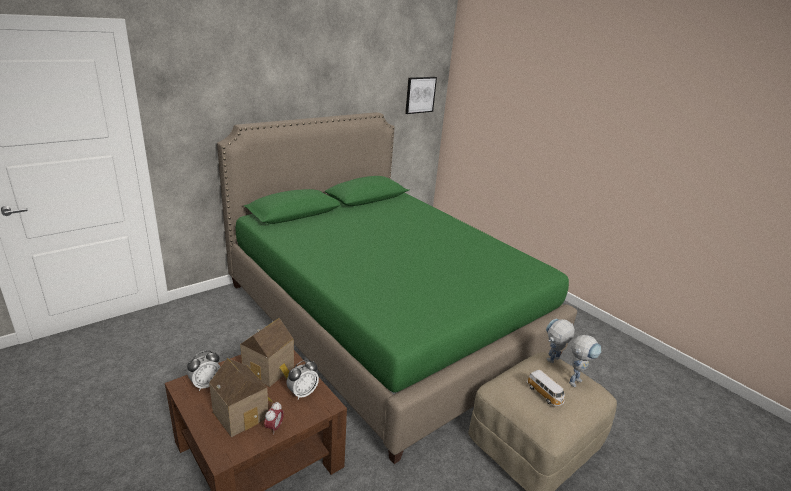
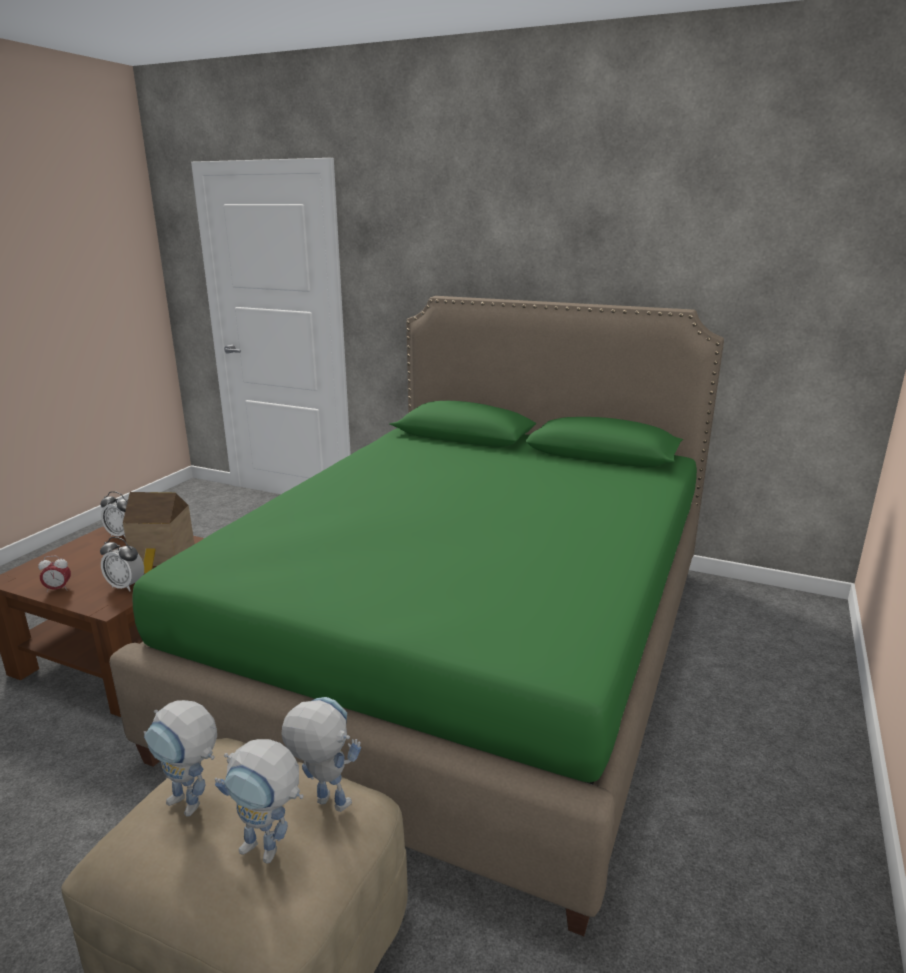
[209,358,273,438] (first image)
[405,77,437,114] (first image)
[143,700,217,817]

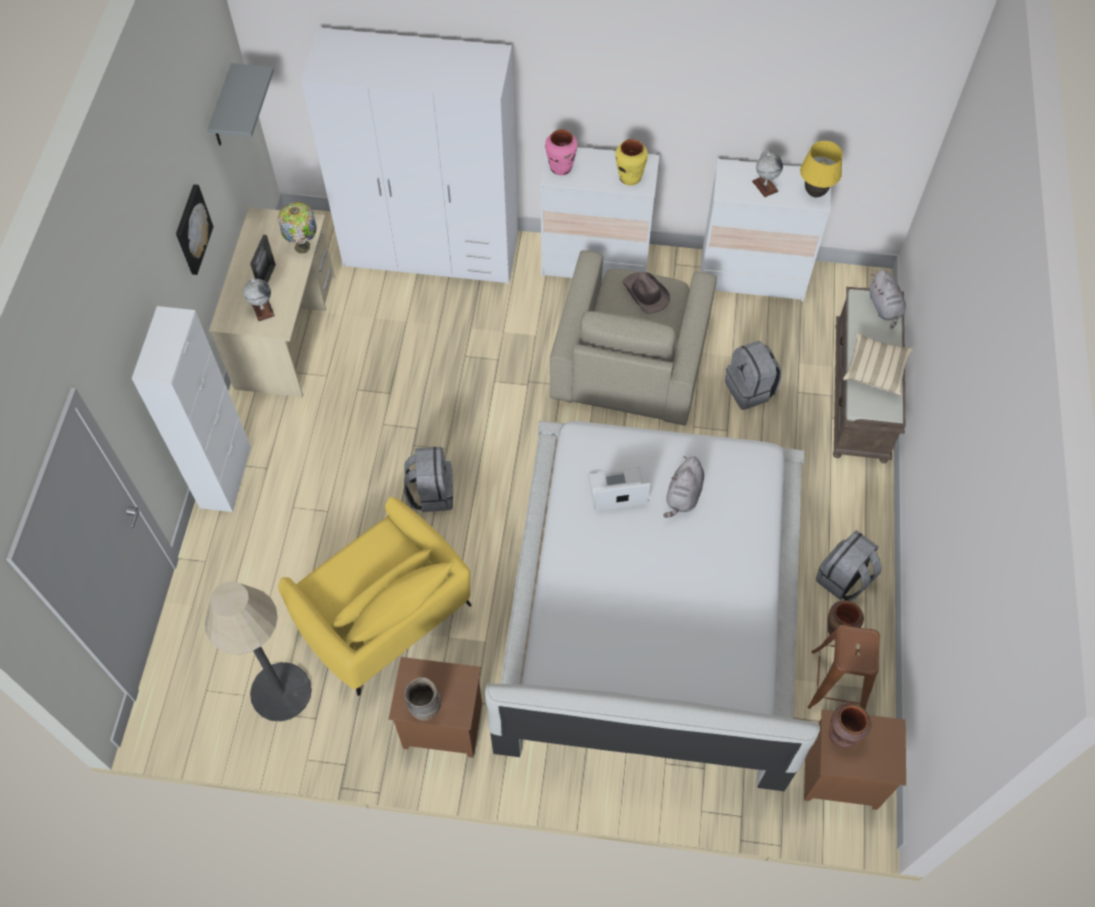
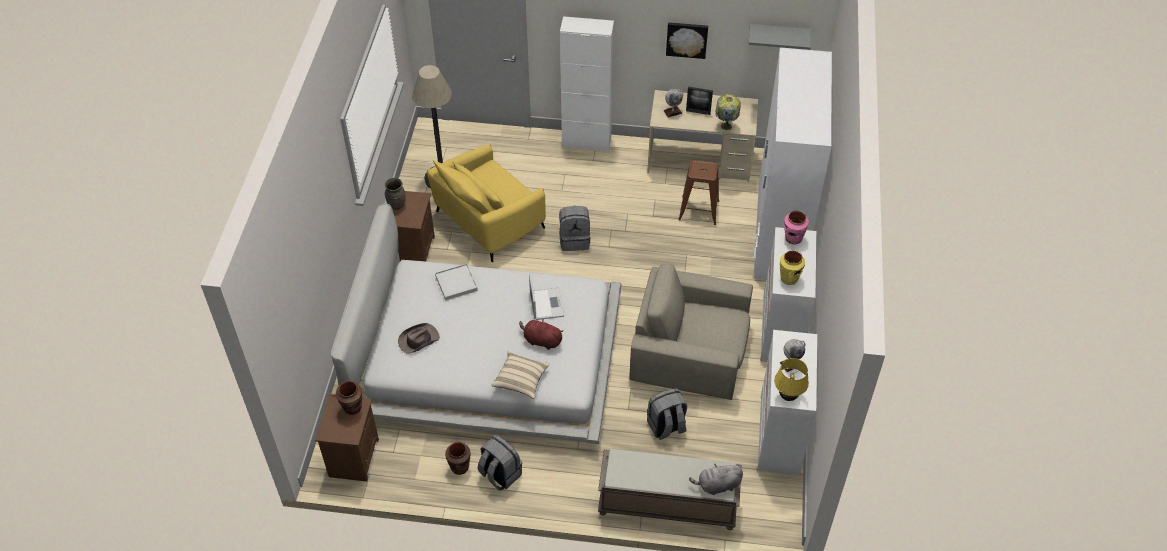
[398,323,440,354]
[519,318,564,350]
[678,160,719,225]
[491,351,550,399]
[435,264,478,300]

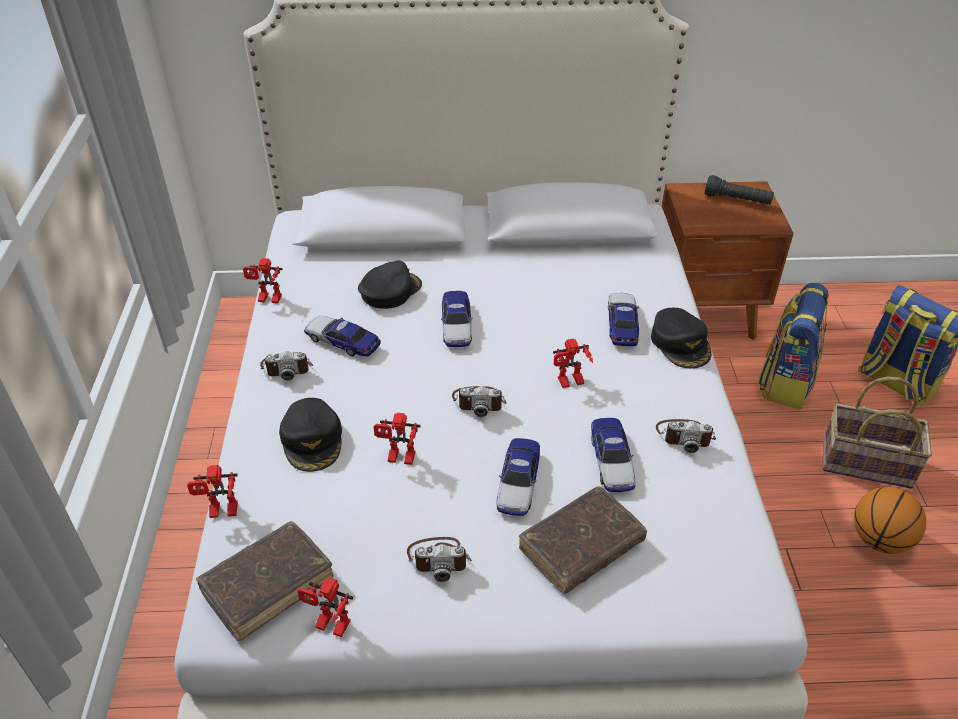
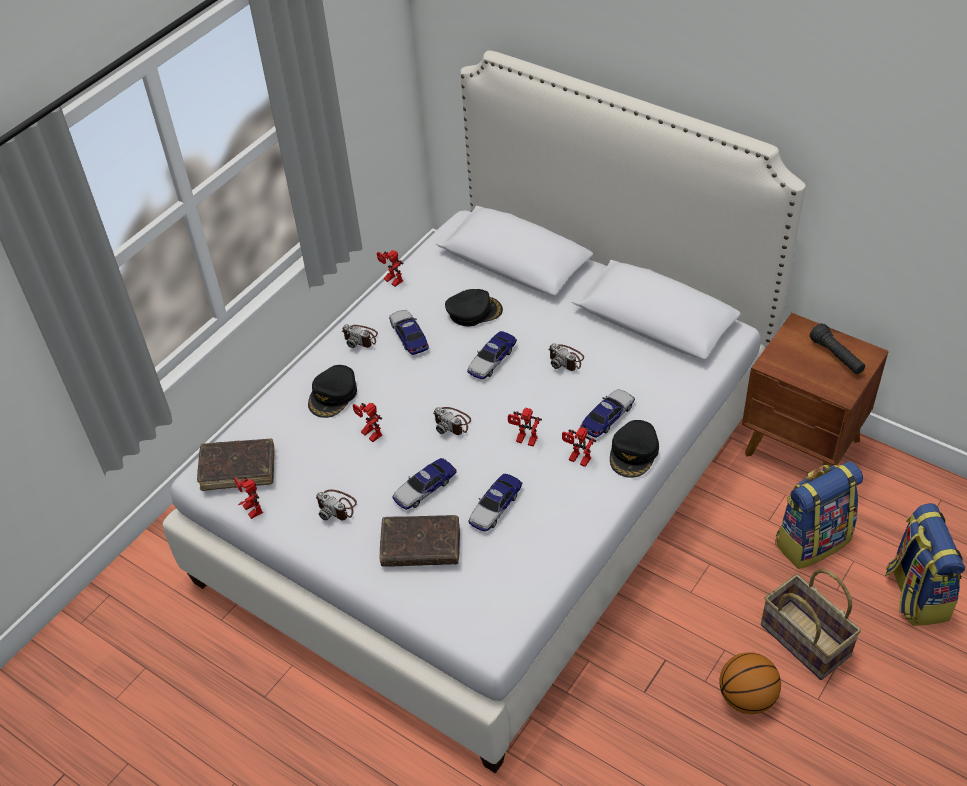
[562,427,596,467]
[548,343,584,371]

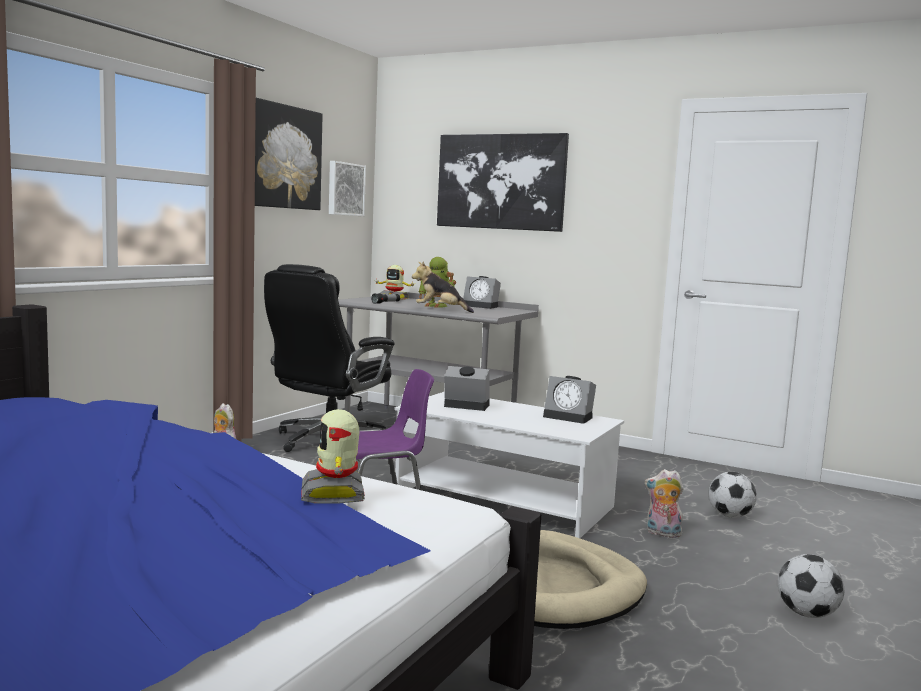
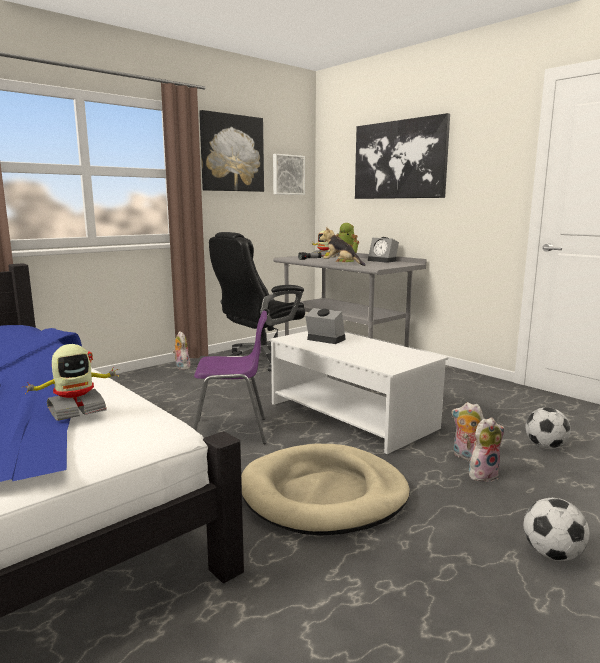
[22,344,118,421]
[543,376,596,424] (first image)
[469,418,505,482]

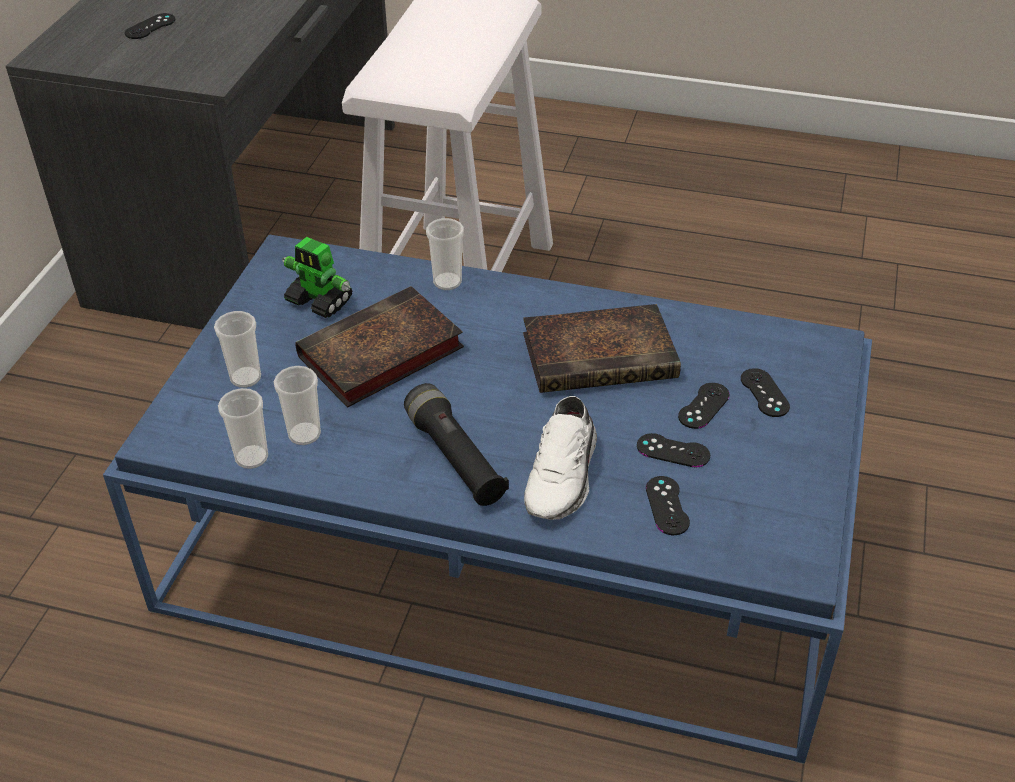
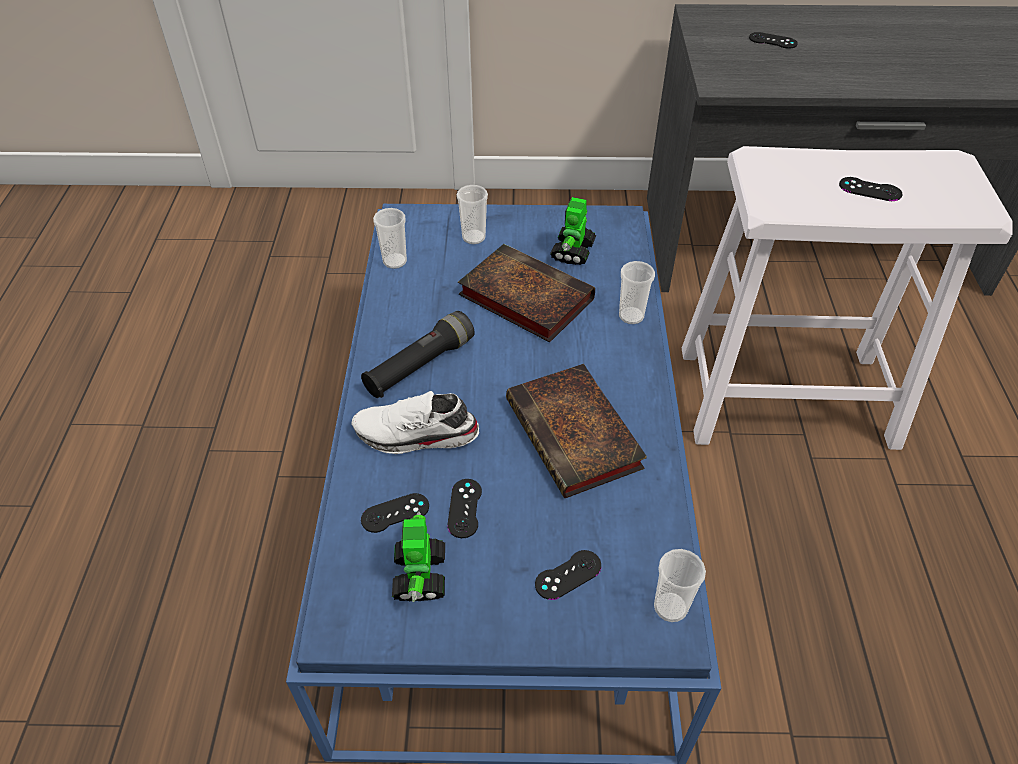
[654,549,706,622]
[839,177,902,201]
[392,511,445,602]

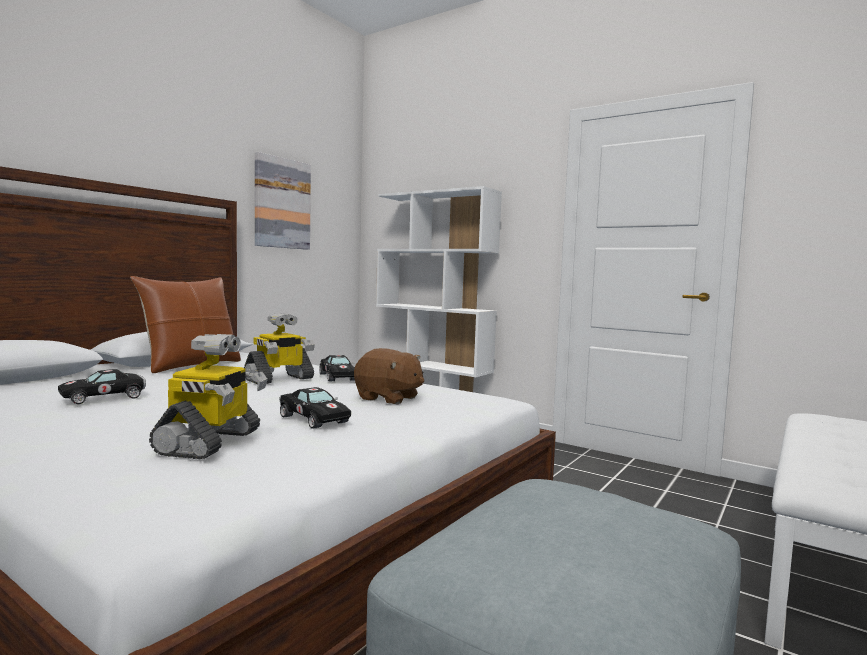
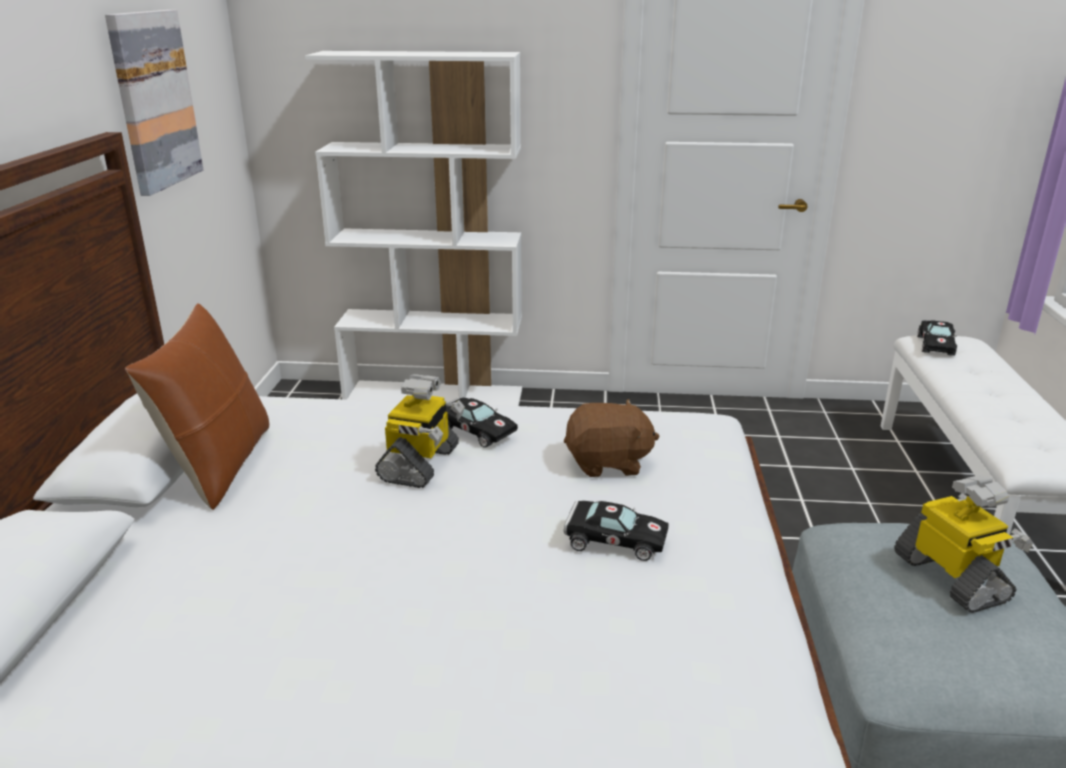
[917,320,957,356]
[894,475,1033,613]

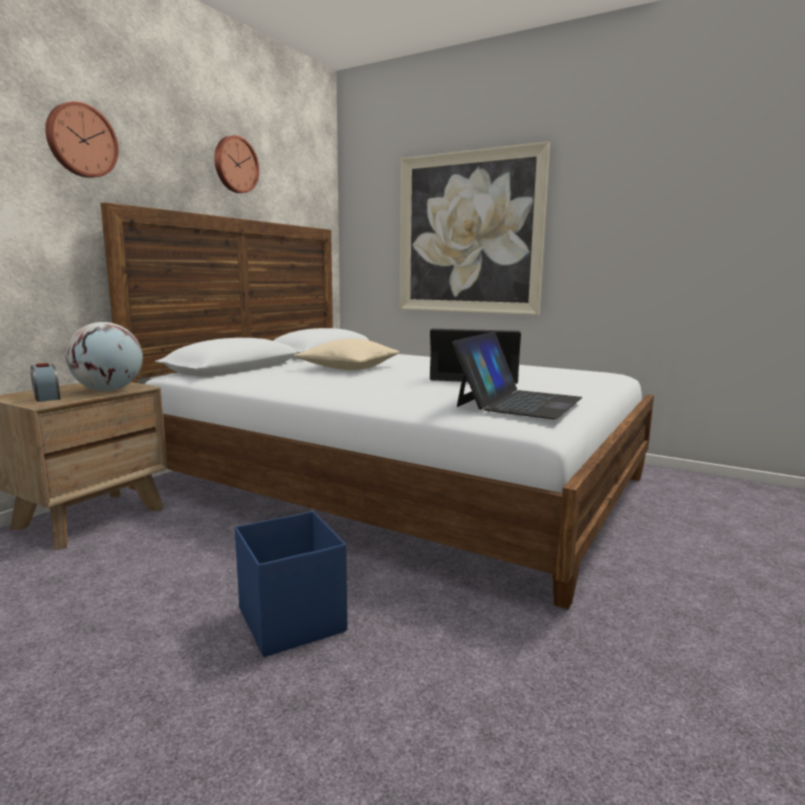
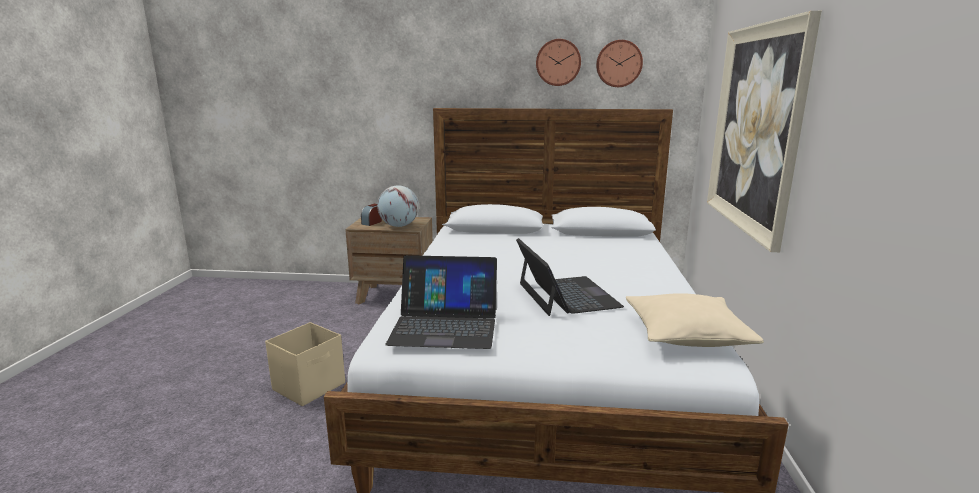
[596,40,643,87]
[265,322,345,406]
[626,293,764,347]

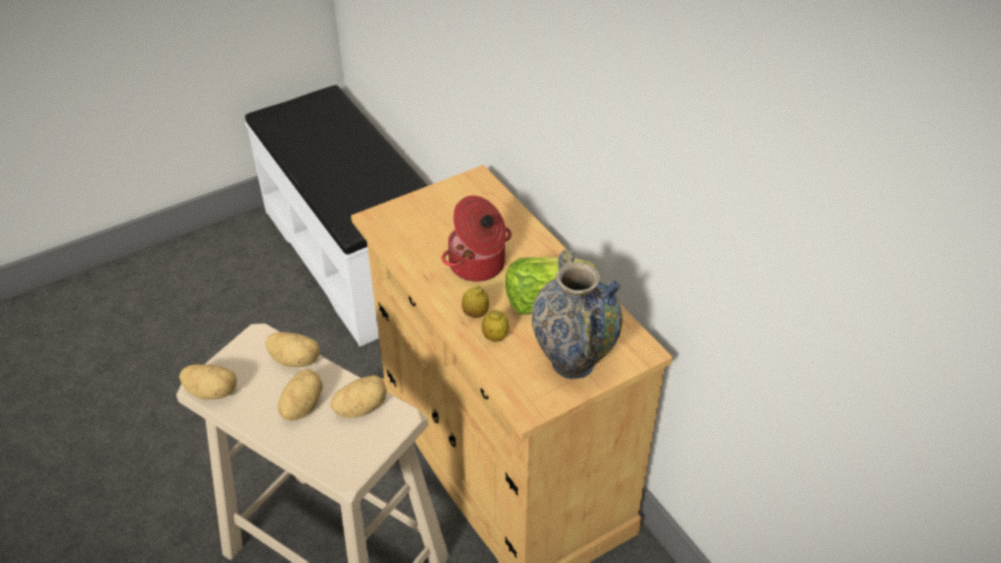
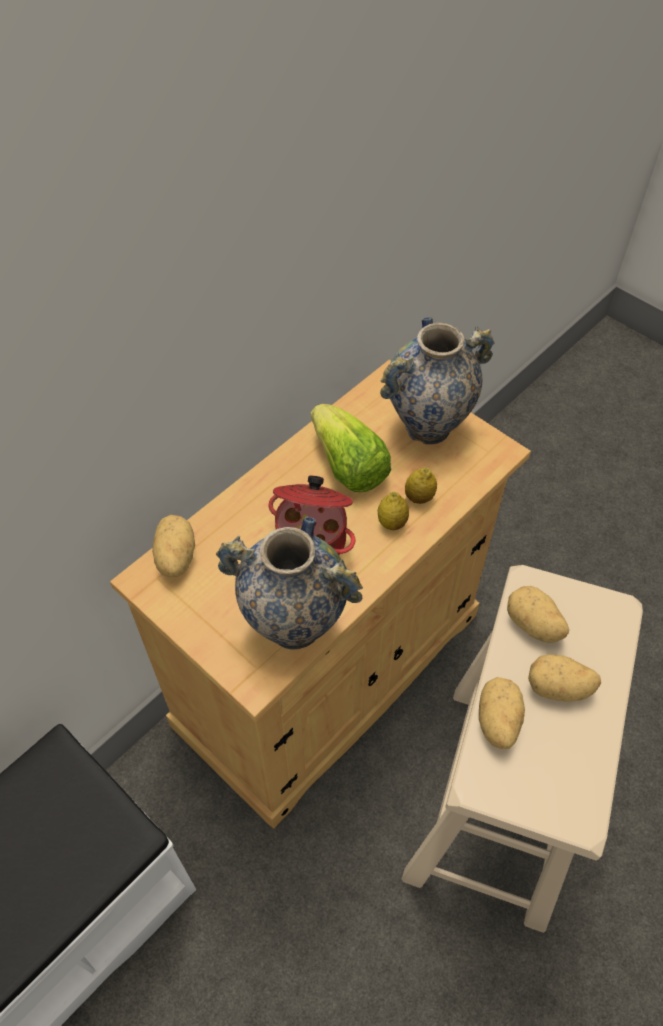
[152,515,195,577]
[216,517,363,650]

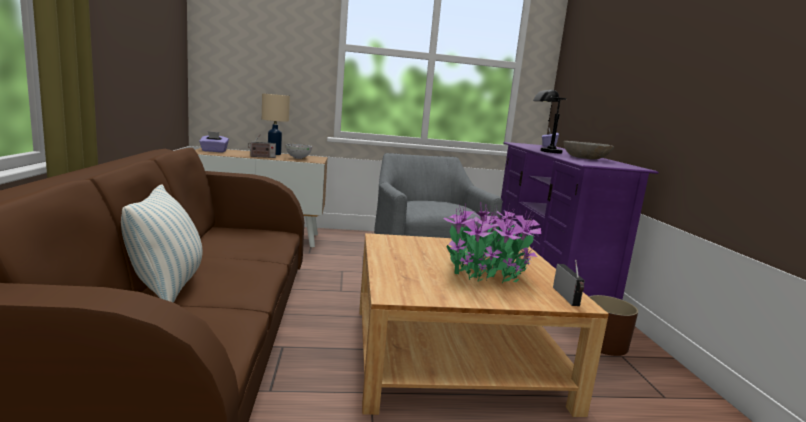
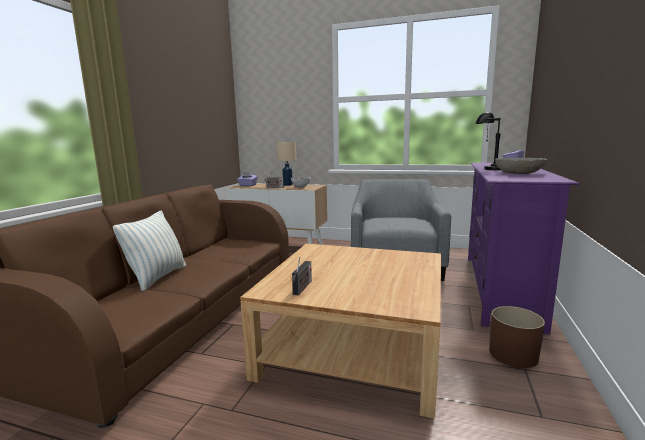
[443,202,541,283] (first image)
[292,257,312,295]

